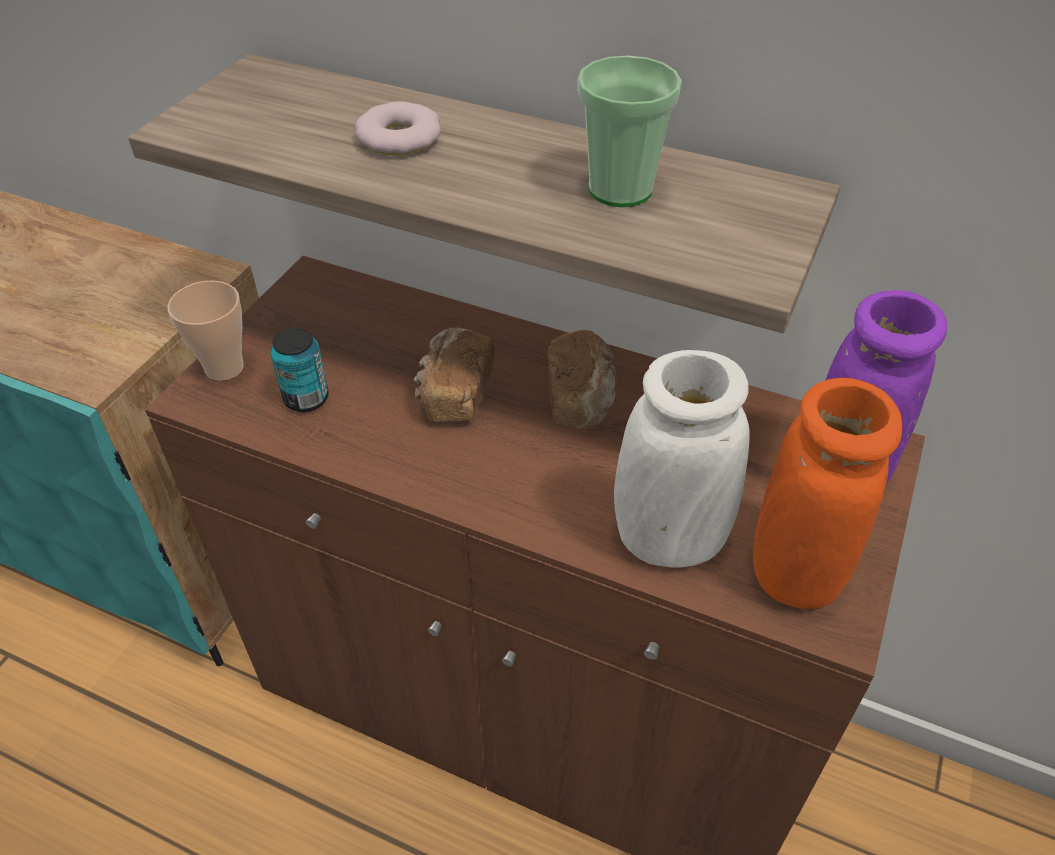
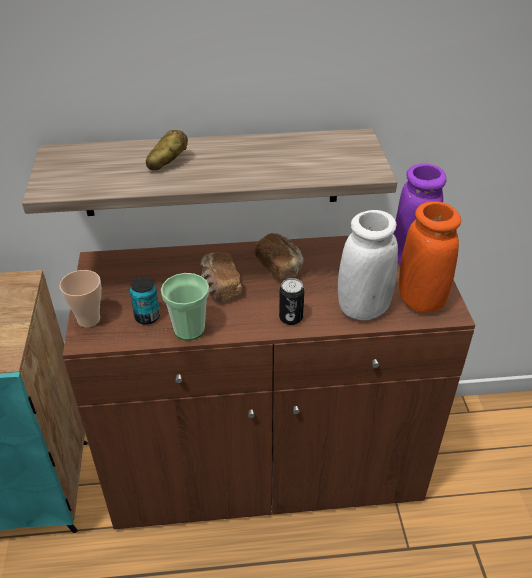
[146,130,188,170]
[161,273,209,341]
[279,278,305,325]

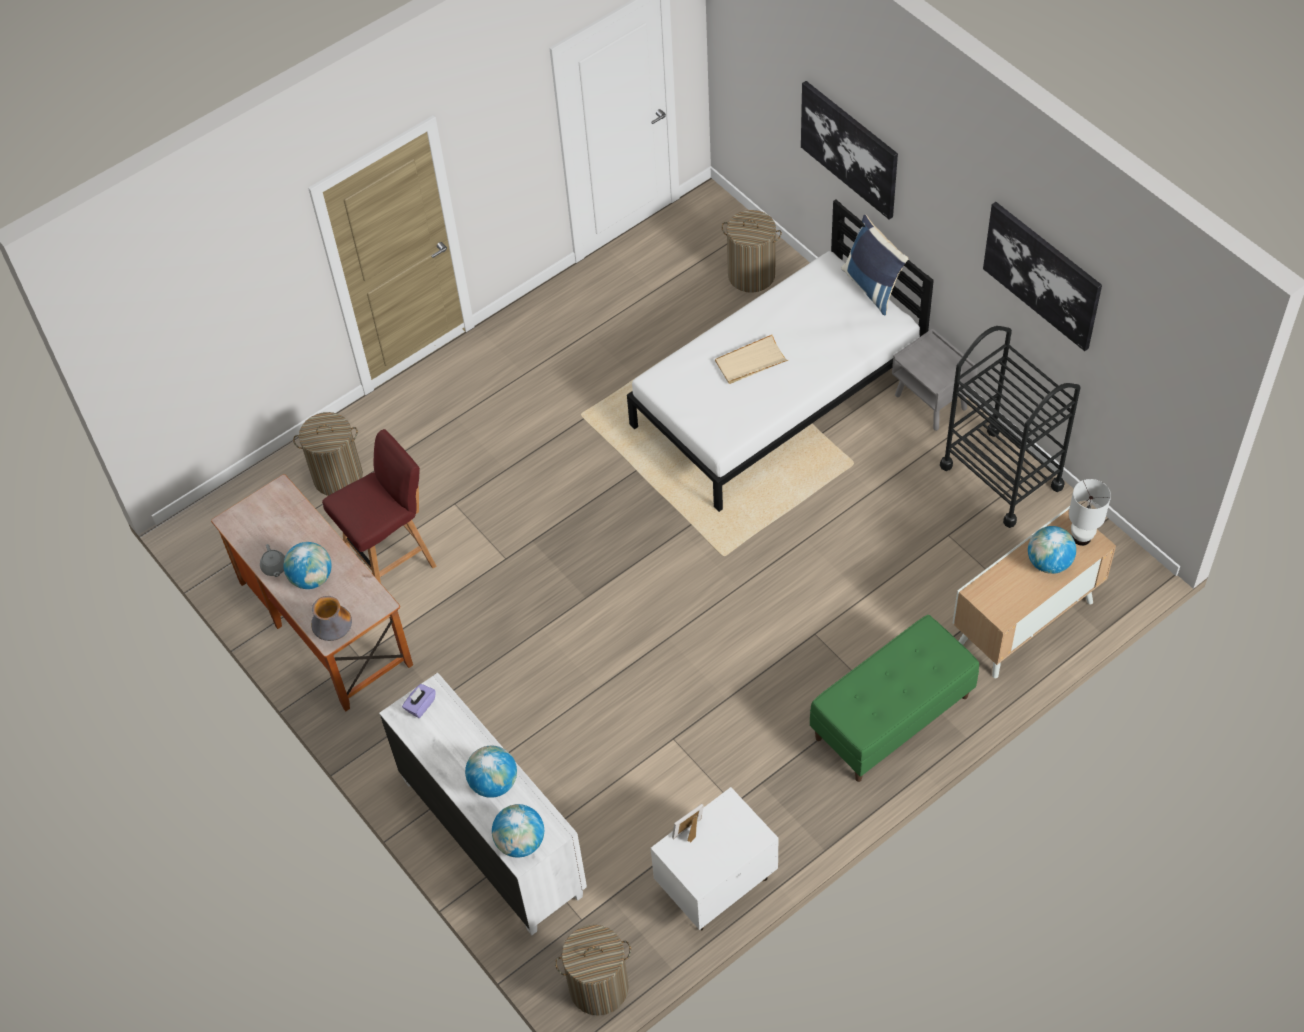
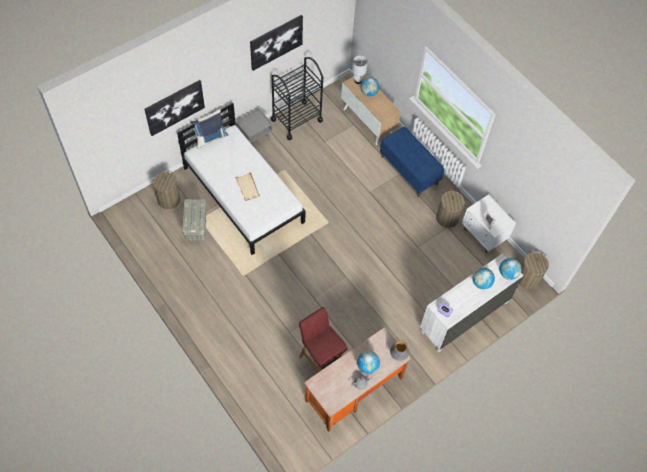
[436,189,465,228]
[380,127,444,197]
[182,199,207,241]

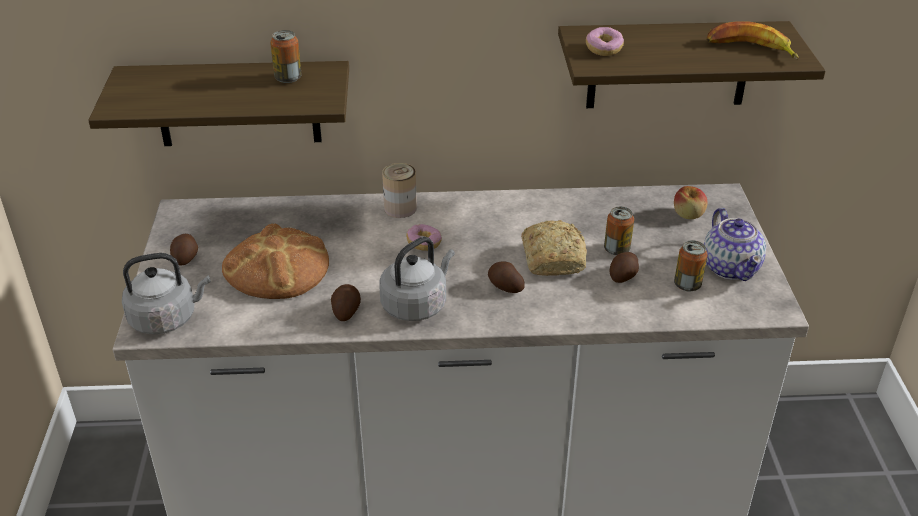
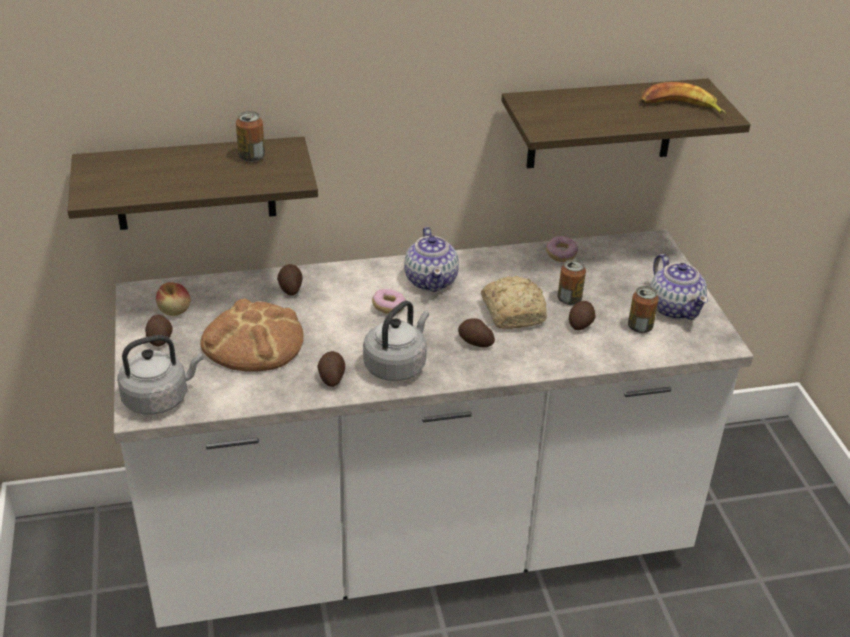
[382,163,417,218] (first image)
[546,236,578,262]
[156,282,190,316]
[277,264,302,295]
[404,227,459,292]

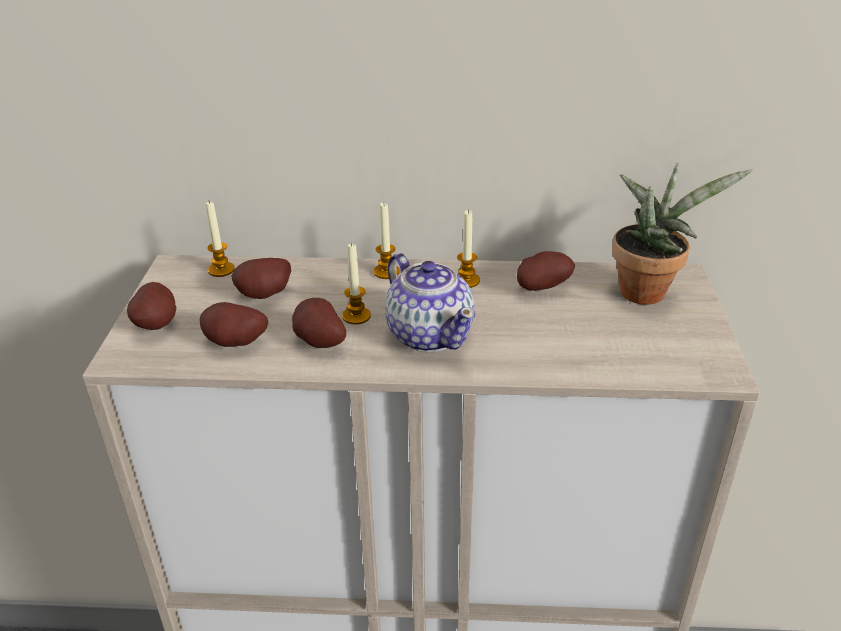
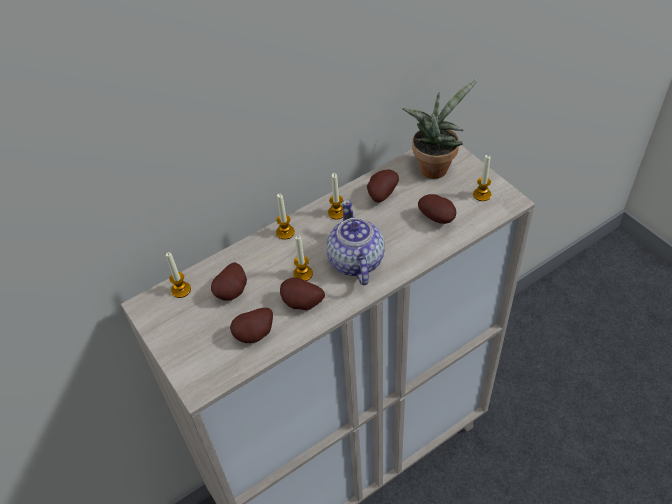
[418,194,456,224]
[327,200,385,285]
[473,155,491,201]

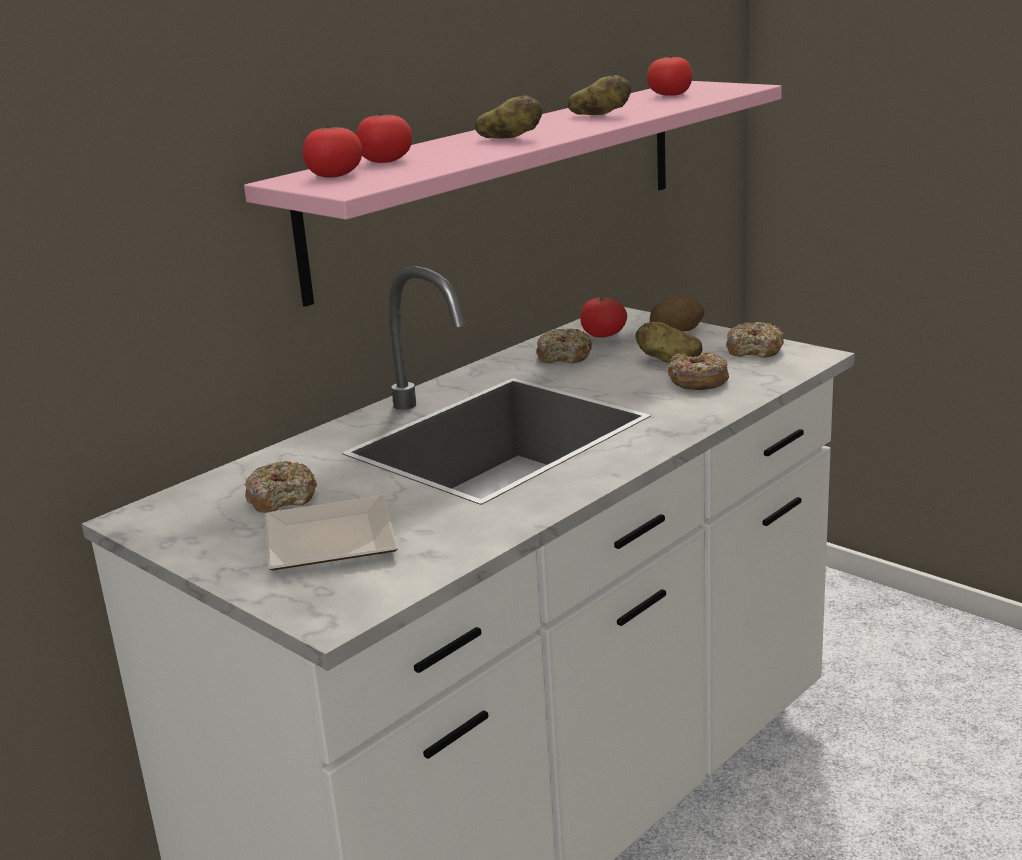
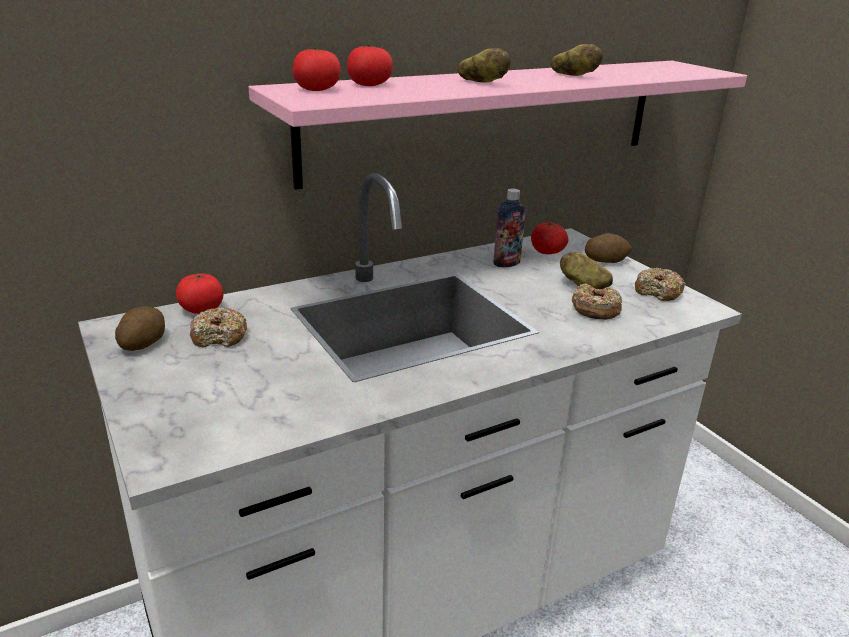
[265,496,398,571] (first image)
[494,189,526,267]
[176,273,223,314]
[115,306,165,351]

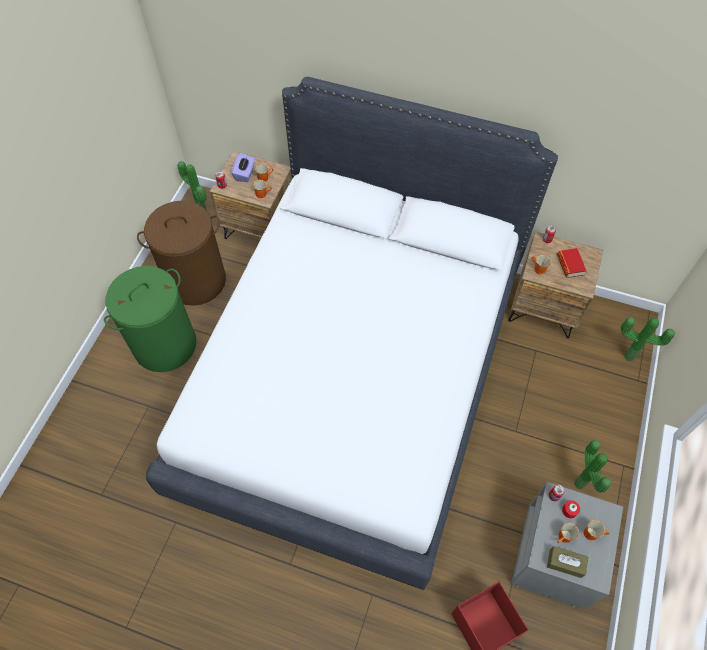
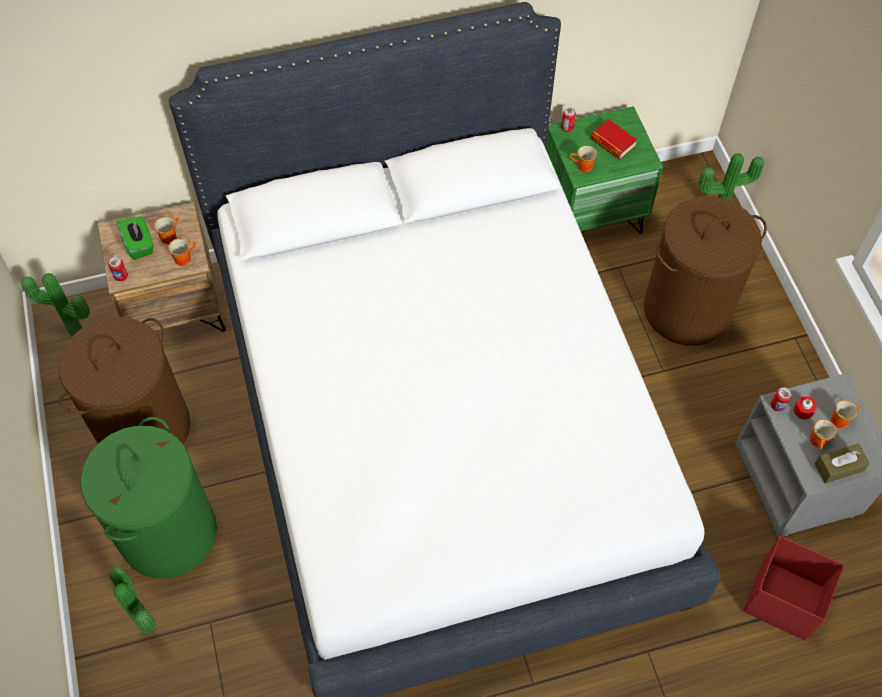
[117,216,154,260]
[546,106,663,234]
[109,567,155,634]
[644,196,767,346]

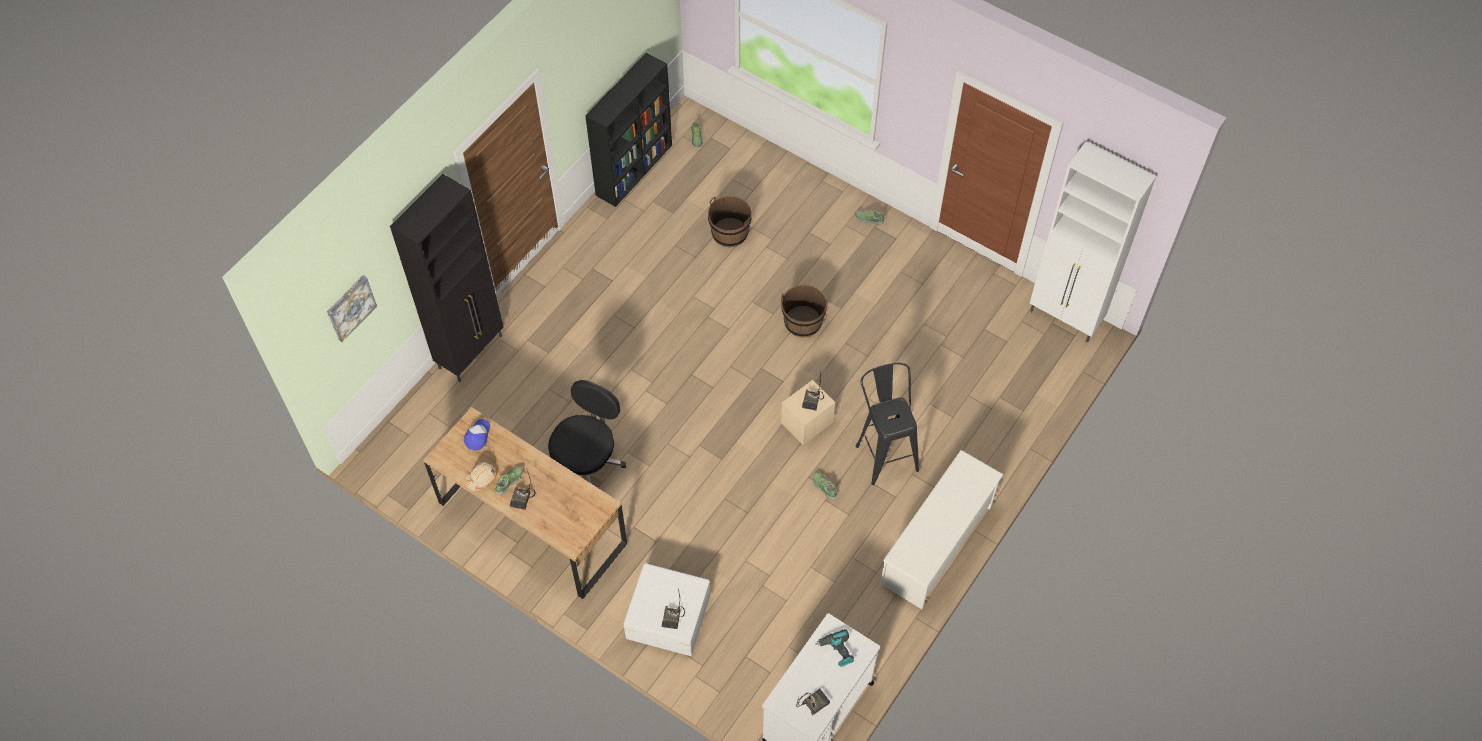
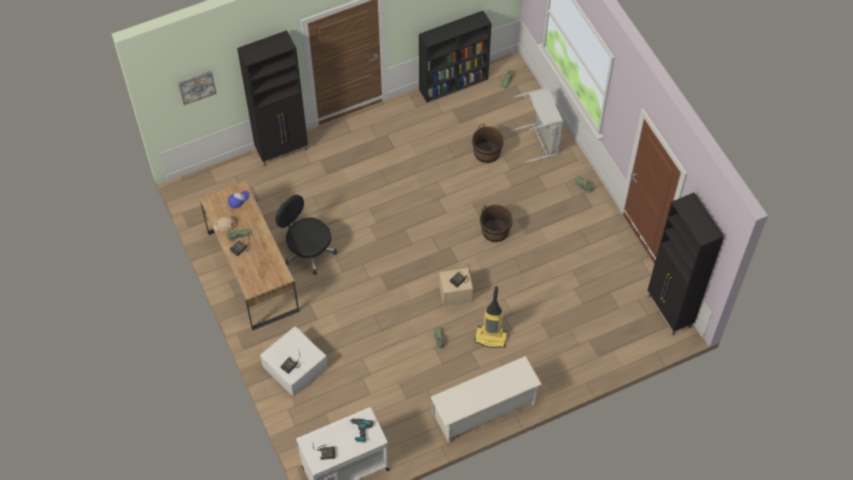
[275,195,337,275]
[474,286,507,348]
[648,193,724,335]
[511,87,563,163]

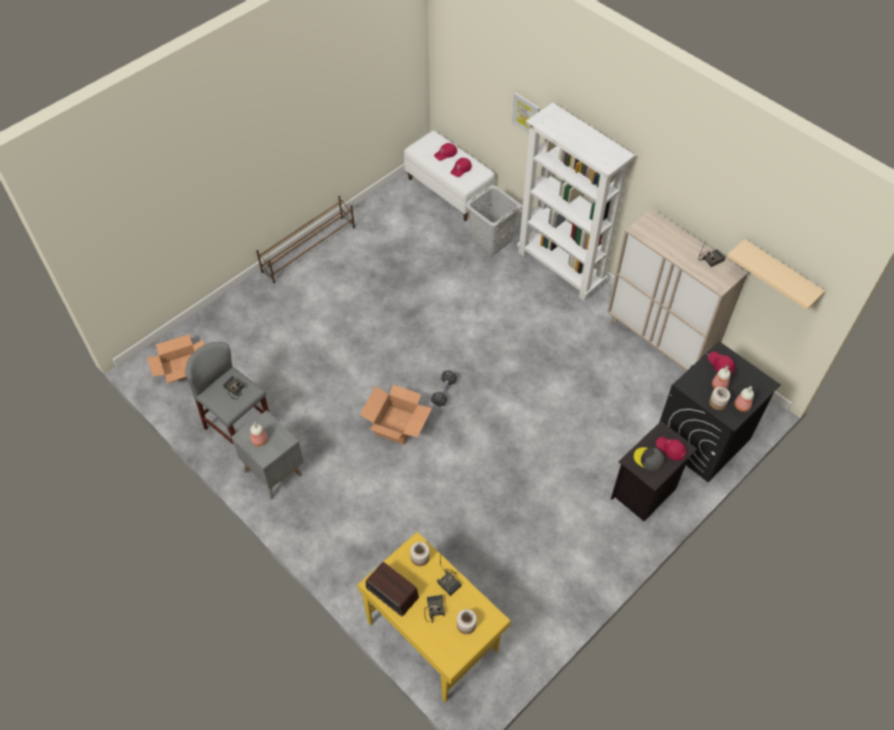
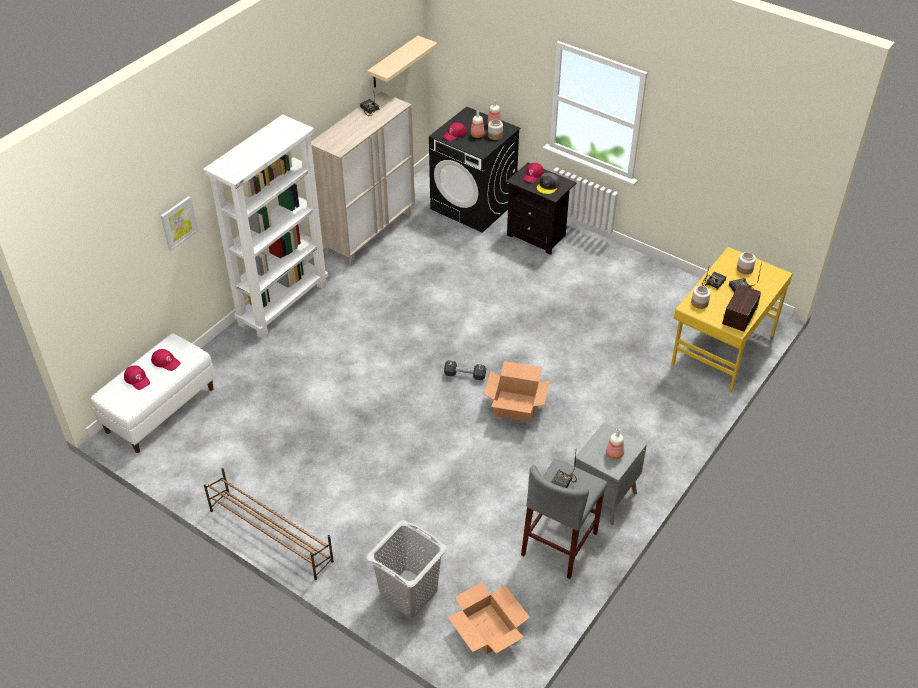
[366,520,447,618]

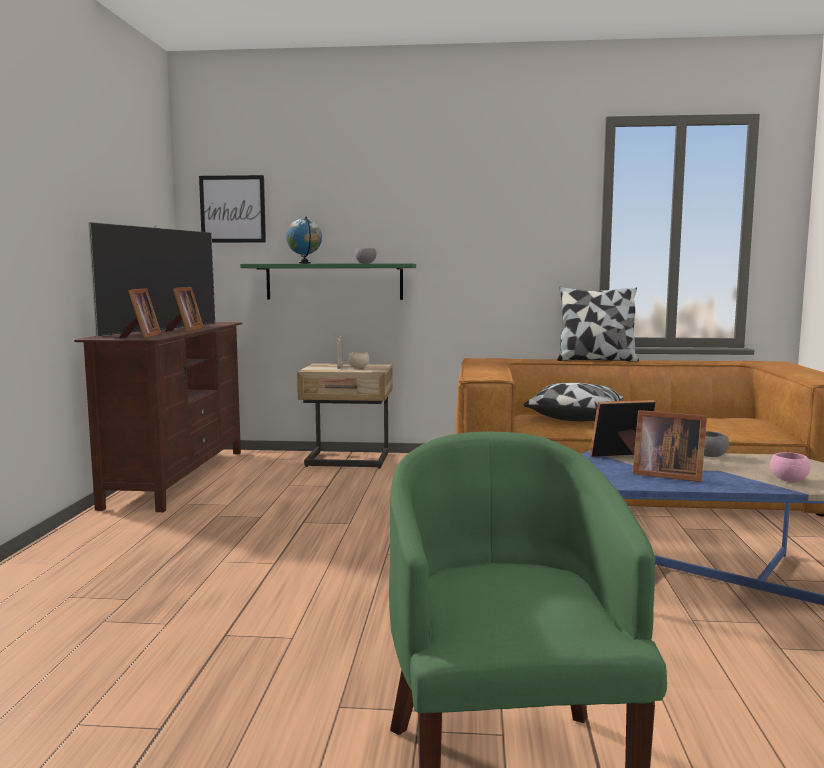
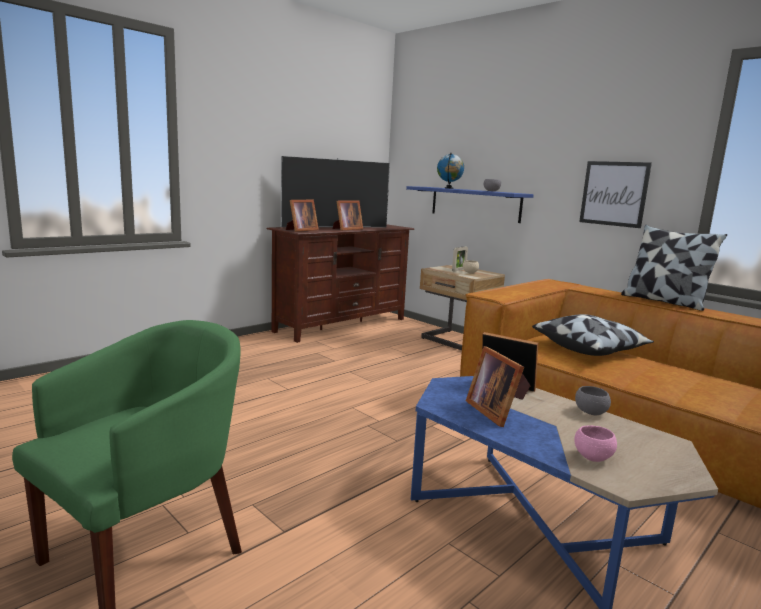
[579,161,652,228]
[406,186,534,223]

